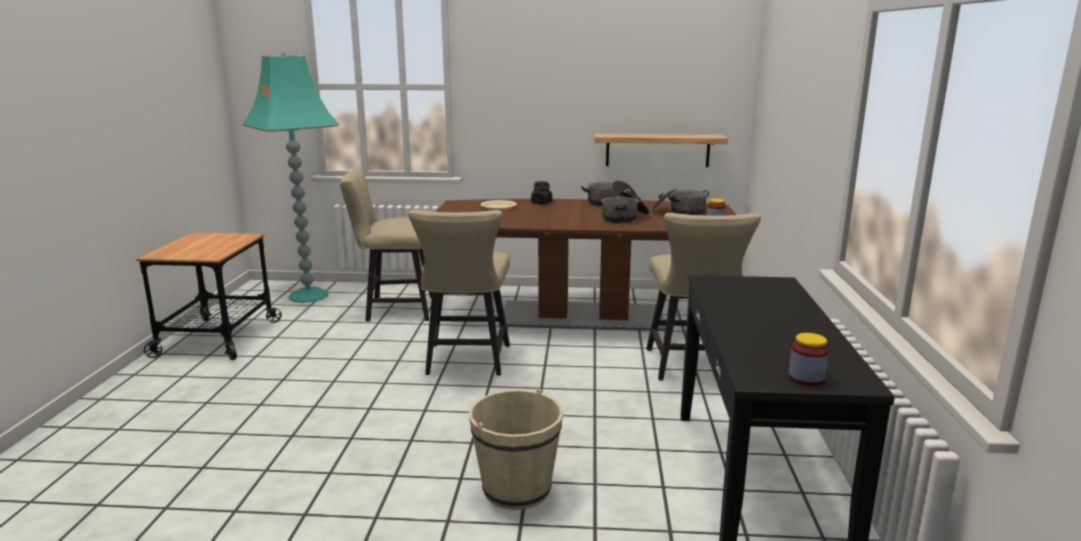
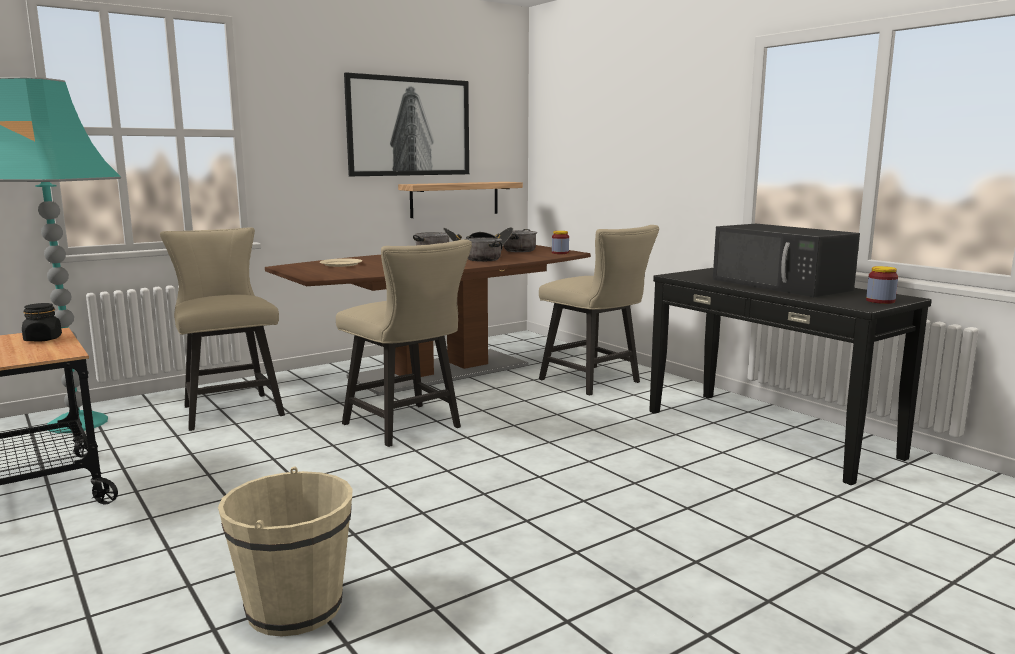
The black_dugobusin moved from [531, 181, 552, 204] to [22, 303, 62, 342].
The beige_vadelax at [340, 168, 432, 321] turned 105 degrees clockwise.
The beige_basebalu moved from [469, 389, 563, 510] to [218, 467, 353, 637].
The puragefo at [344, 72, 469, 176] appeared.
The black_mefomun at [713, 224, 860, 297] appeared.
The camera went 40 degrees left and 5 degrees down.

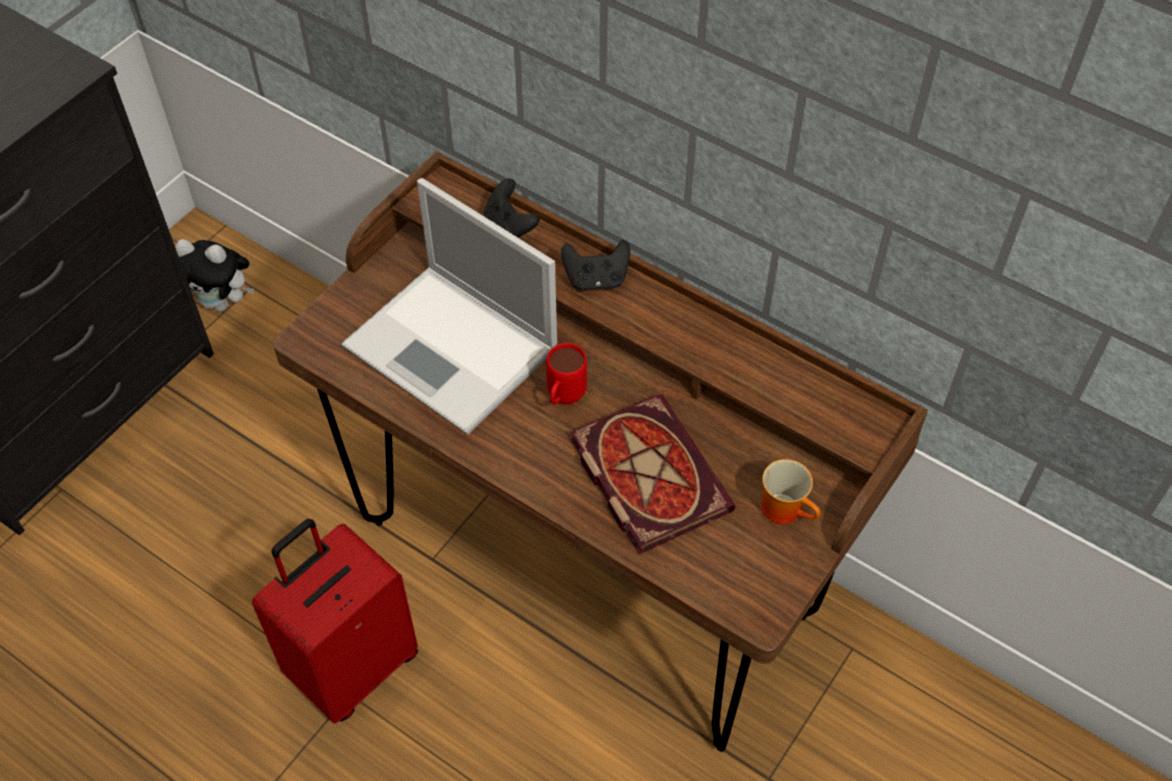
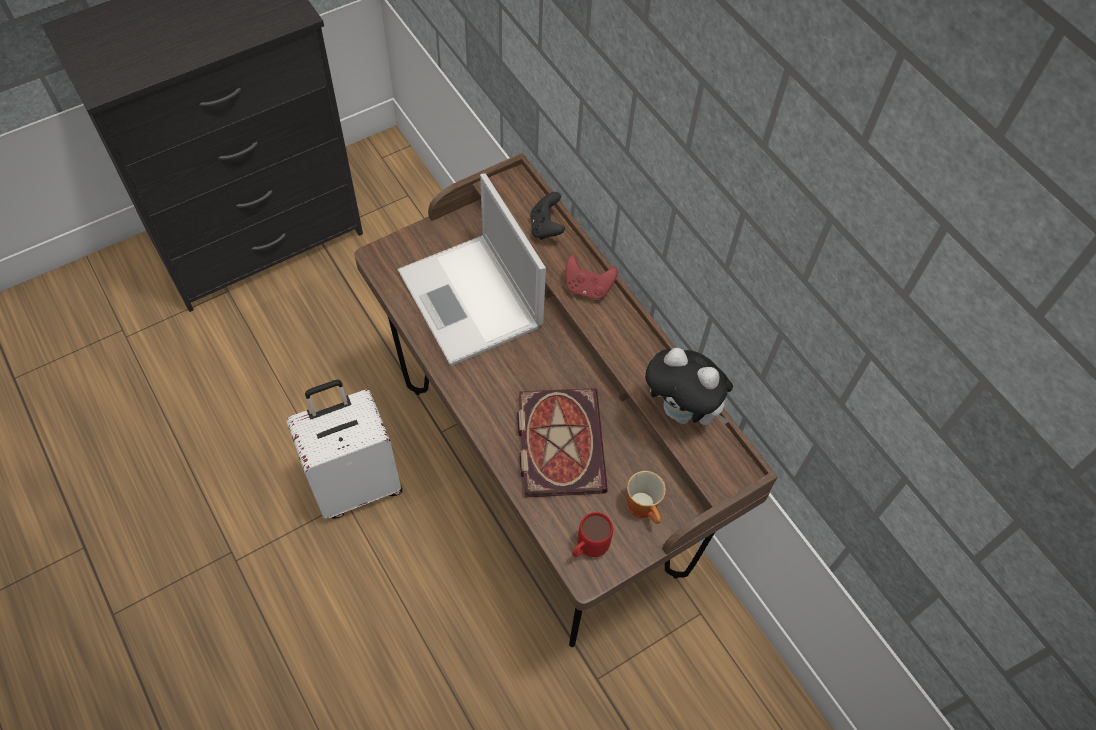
The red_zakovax at [252, 519, 418, 723] became the white_zakovax at [286, 380, 403, 519].
The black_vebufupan at [561, 240, 630, 291] became the red_vebufupan at [565, 255, 618, 300].
The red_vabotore moved from [546, 343, 587, 405] to [572, 512, 613, 557].
The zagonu moved from [175, 239, 254, 312] to [645, 348, 733, 425].
The camera went 20 degrees right and 5 degrees up.

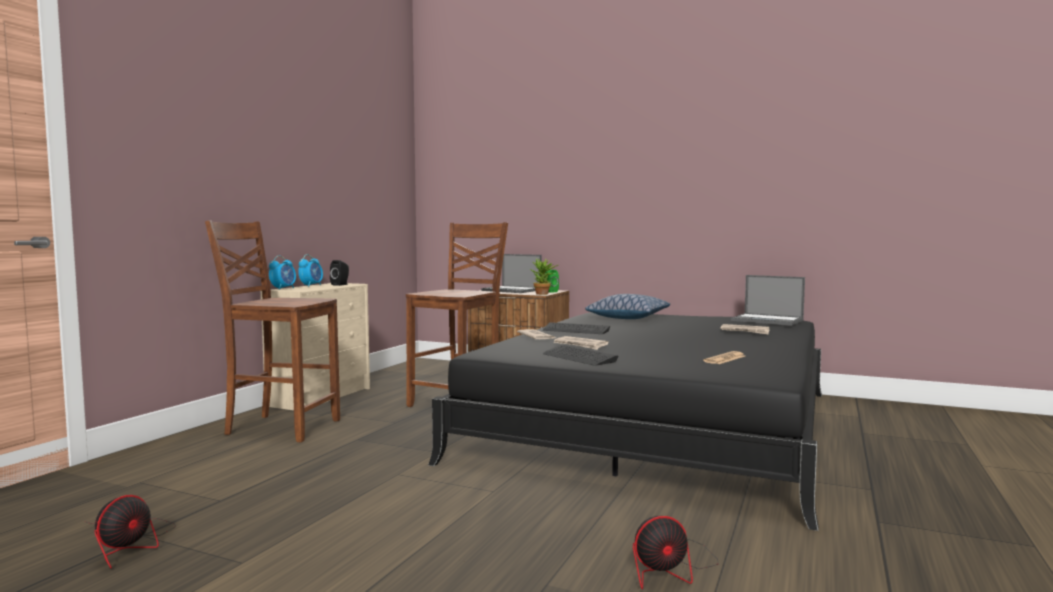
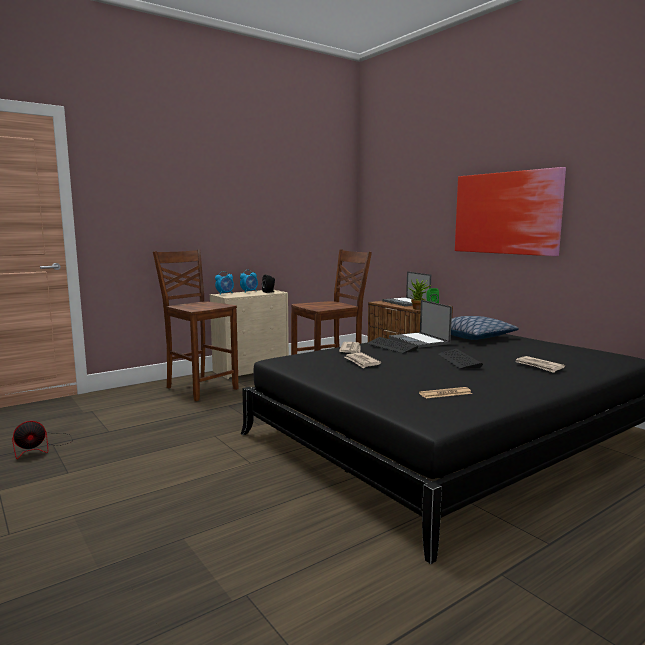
The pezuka moved from [731, 275, 805, 326] to [389, 300, 452, 348].
The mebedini moved from [543, 344, 619, 366] to [438, 349, 483, 369].
The puragefo at [455, 167, 566, 256] appeared.
The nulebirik at [633, 516, 718, 589] disappeared.
The camera went 30 degrees right and 5 degrees up.

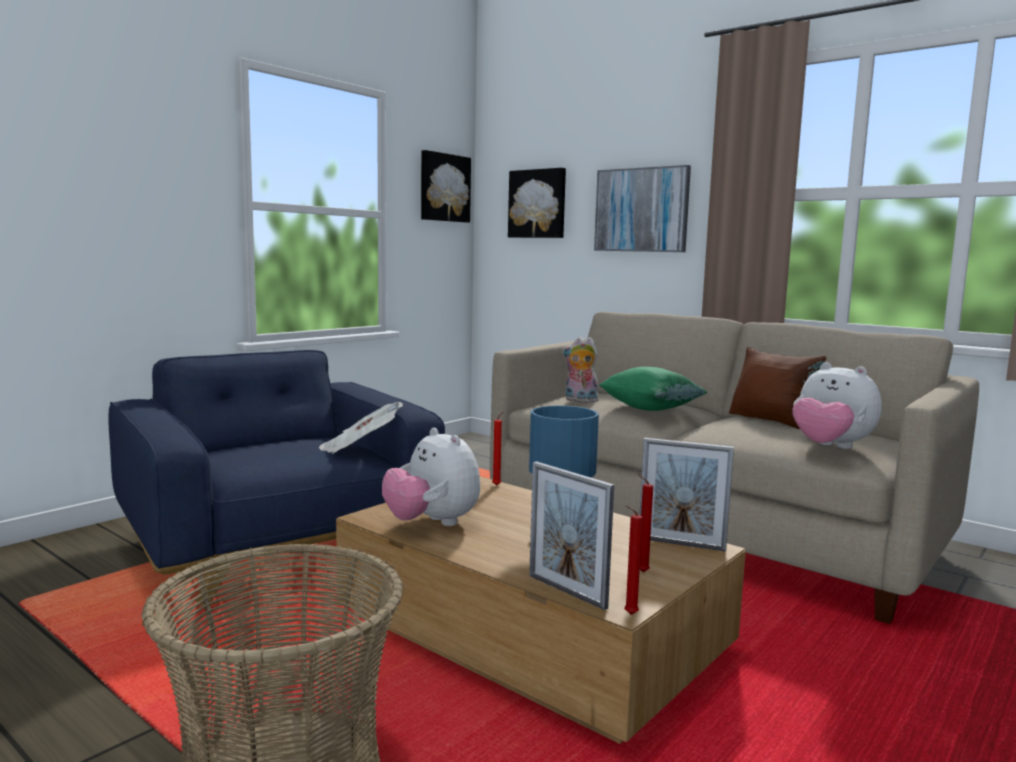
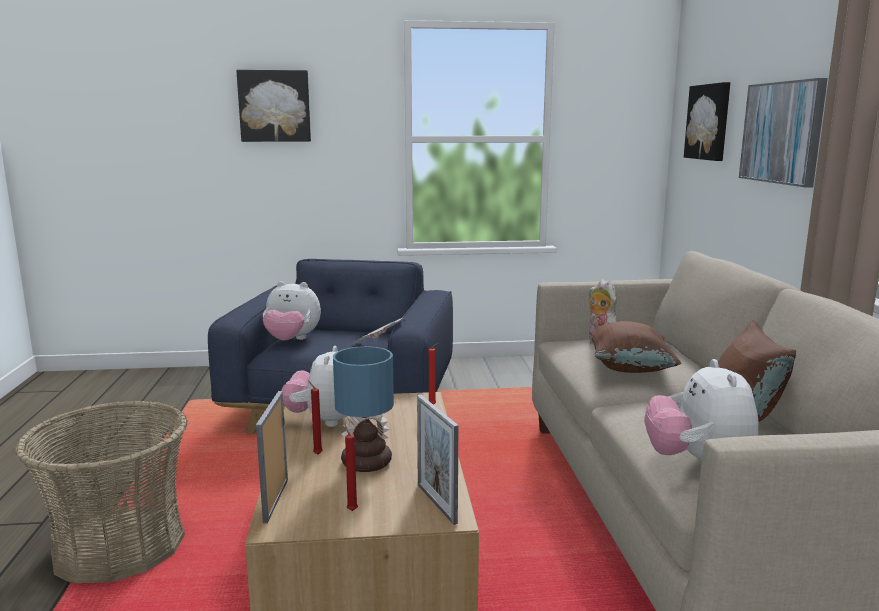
The puragefo moved from [421, 150, 471, 223] to [236, 70, 311, 142].
The zagonu at [263, 281, 321, 341] appeared.
The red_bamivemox moved from [624, 506, 643, 615] to [308, 380, 323, 454].
The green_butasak at [599, 367, 708, 411] became the brown_butasak at [590, 321, 682, 373].
The camera went 45 degrees right and 5 degrees up.

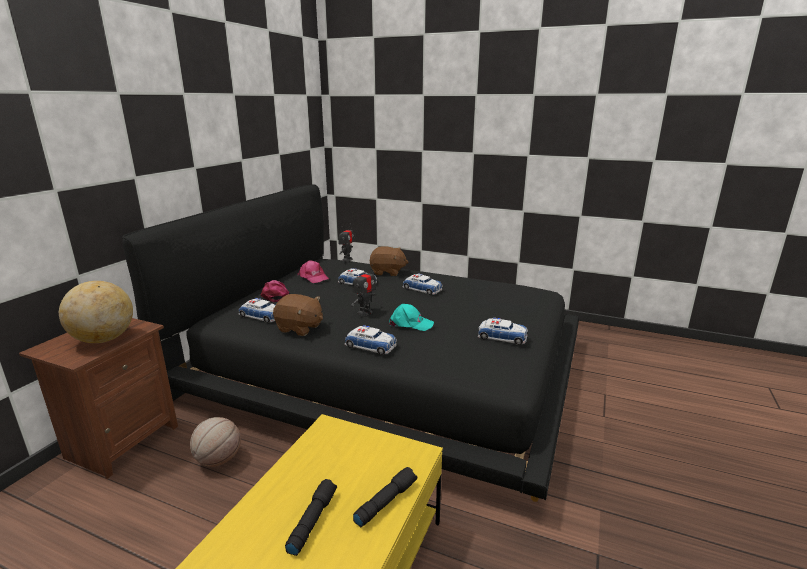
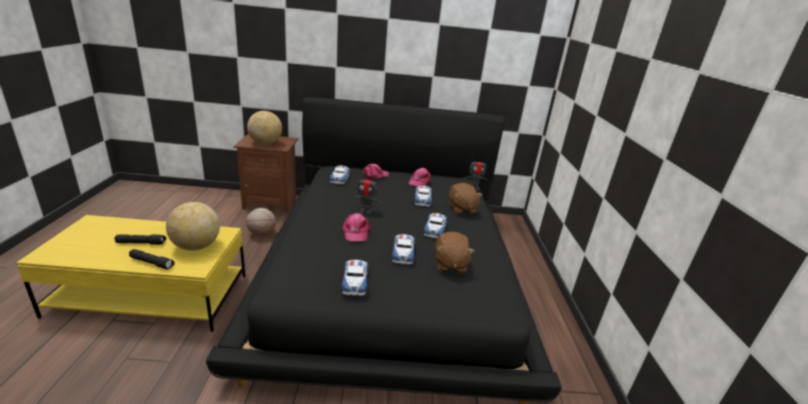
The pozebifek at [166, 202, 220, 250] appeared.
The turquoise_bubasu at [389, 304, 434, 331] became the pink_bubasu at [343, 213, 370, 241].
The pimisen moved from [344, 325, 397, 355] to [392, 234, 415, 265].
The brown_zagonu moved from [273, 294, 323, 336] to [435, 232, 475, 274].
The camera went 65 degrees right and 5 degrees up.

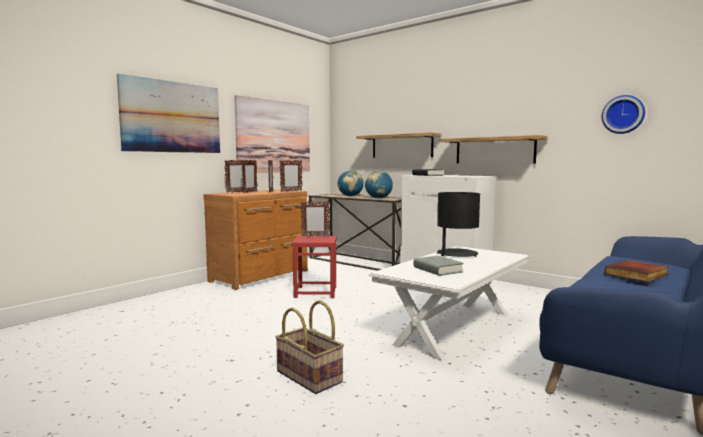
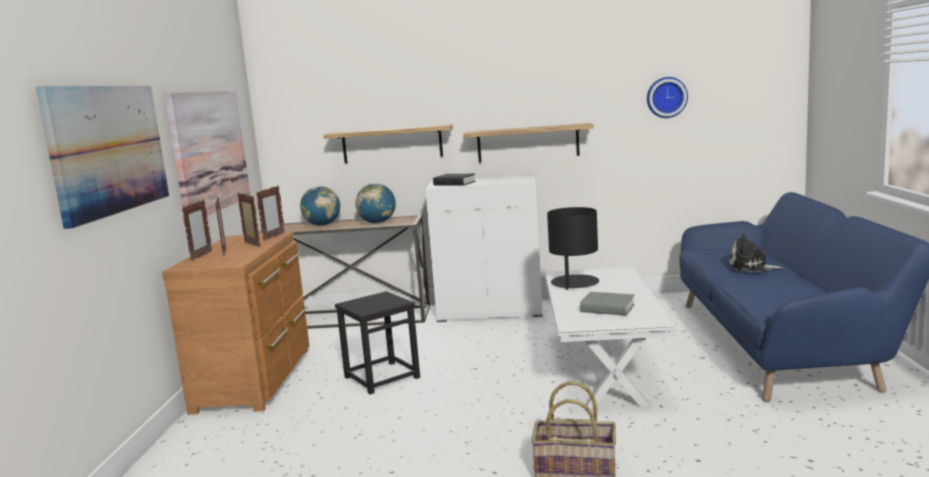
The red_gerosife at [292, 236, 337, 298] became the black_gerosife at [335, 291, 420, 394].
The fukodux at [605, 260, 668, 282] was replaced by the zagonu at [729, 233, 783, 272].
The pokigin at [300, 201, 330, 236] disappeared.
The camera went 35 degrees left and 5 degrees up.

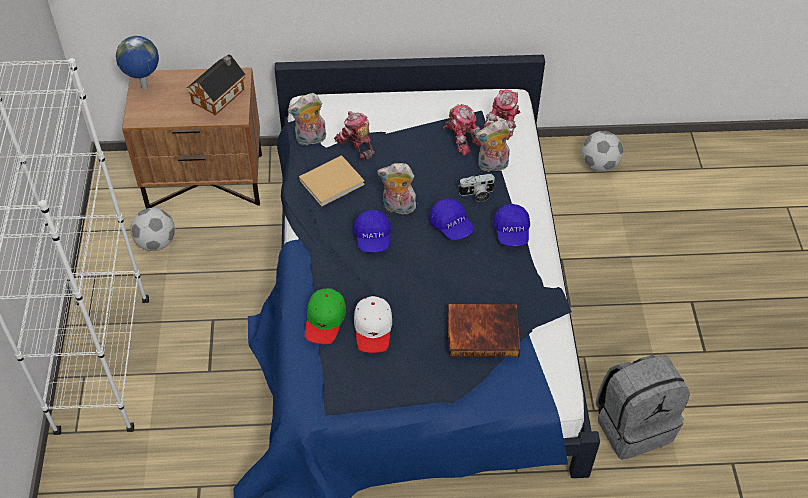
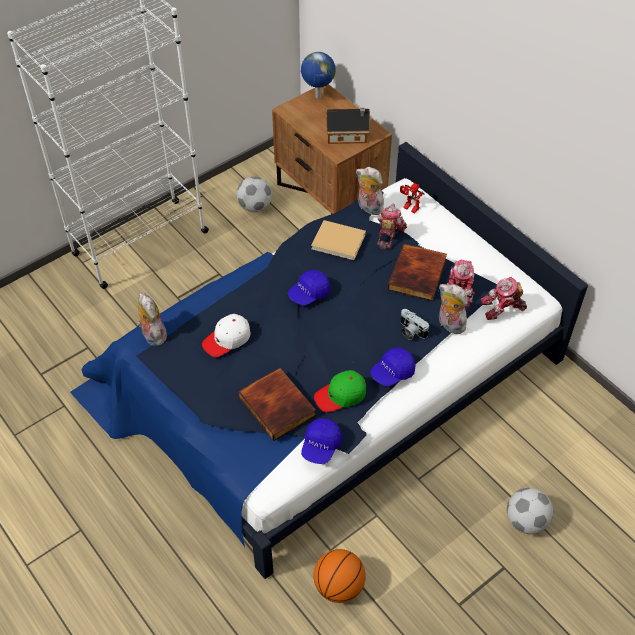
The zagonu moved from [377, 163, 416, 214] to [136, 292, 167, 346].
The blue_bubasu moved from [429, 198, 474, 240] to [301, 419, 342, 464].
The green_bubasu moved from [305, 288, 346, 344] to [314, 370, 366, 412].
The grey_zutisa at [596, 355, 690, 460] was replaced by the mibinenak at [314, 549, 366, 603].
The fukodux at [388, 244, 447, 301] appeared.
The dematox at [400, 183, 425, 213] appeared.
The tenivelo moved from [582, 131, 623, 172] to [507, 488, 553, 534].
The camera went 55 degrees right and 0 degrees up.

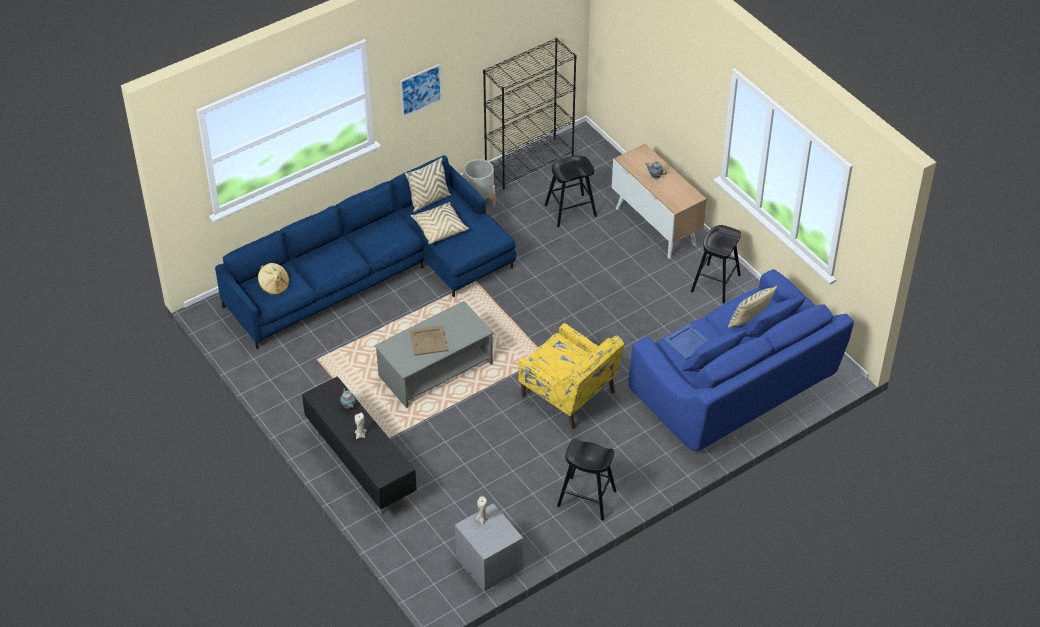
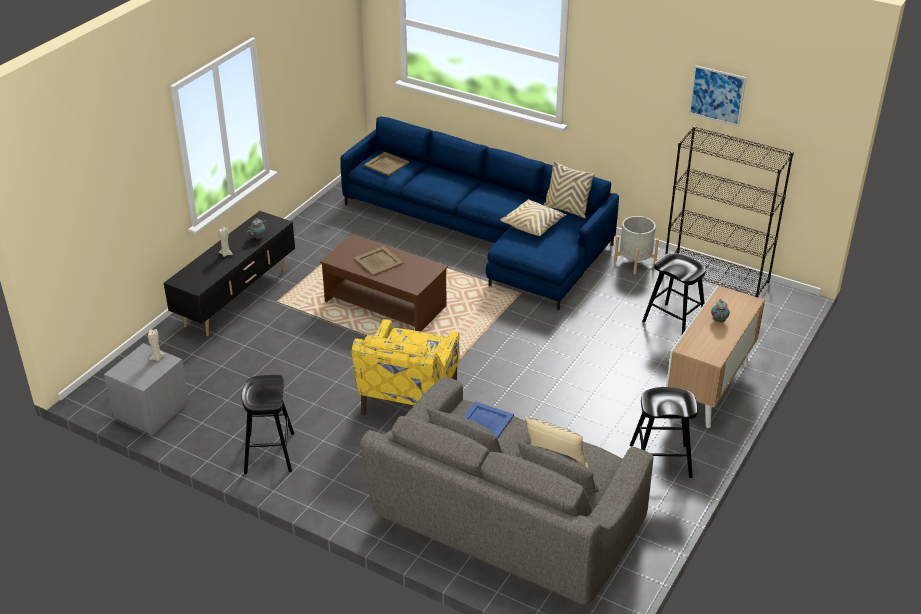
The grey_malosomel at [374, 301, 494, 408] became the brown_malosomel at [320, 234, 448, 332].
The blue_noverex at [628, 269, 854, 451] became the grey_noverex at [360, 377, 653, 605].
The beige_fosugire at [258, 263, 289, 295] was replaced by the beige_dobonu at [364, 152, 409, 176].
The puragefo moved from [400, 64, 442, 117] to [689, 65, 746, 126].
The camera went 65 degrees right and 10 degrees down.

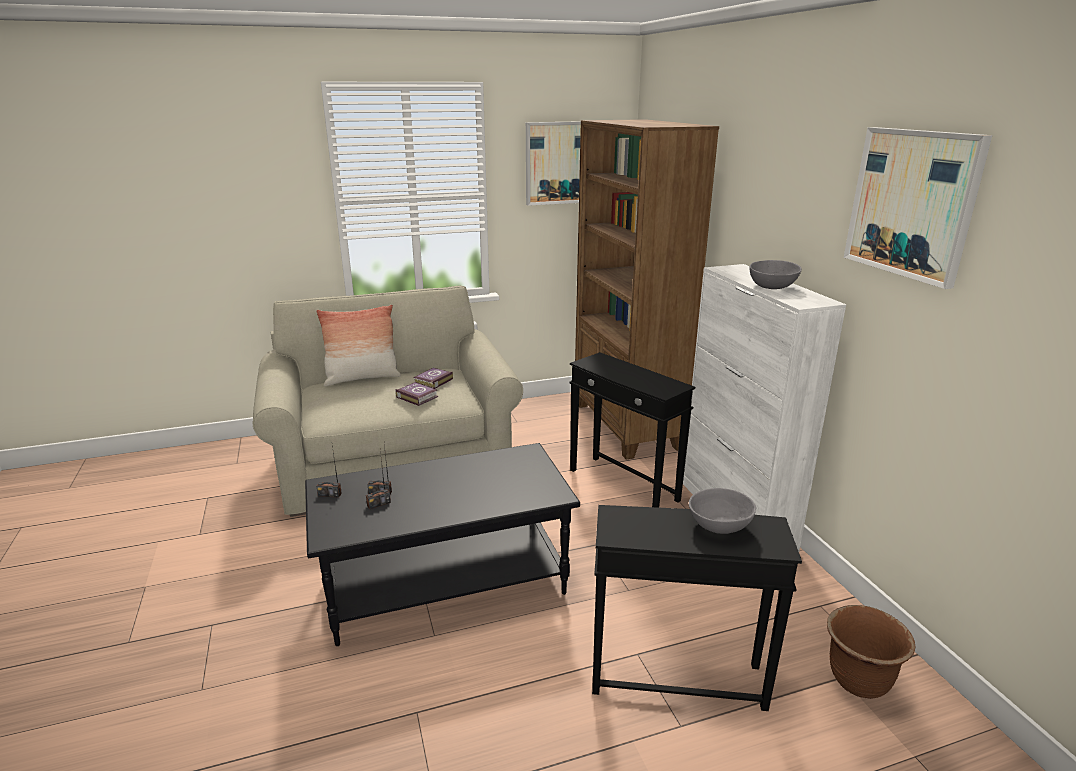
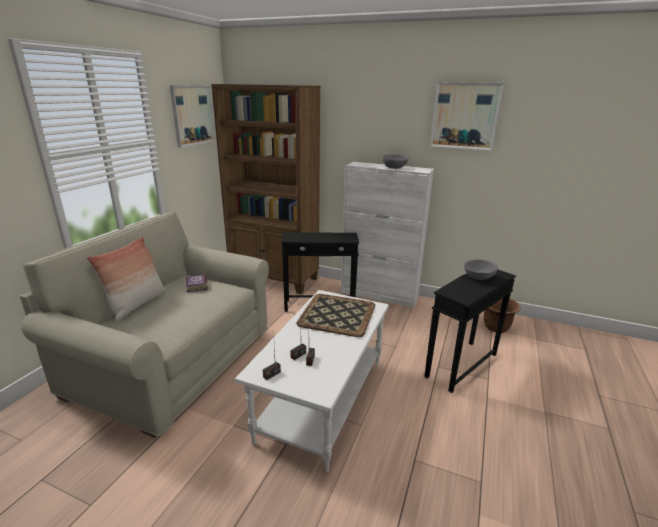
The black_malosomel at [305, 443, 580, 646] became the white_malosomel at [235, 290, 389, 472].
The dobonu at [296, 294, 375, 337] appeared.
The fukodux at [395, 382, 438, 406] disappeared.
The camera went 50 degrees left and 0 degrees up.

